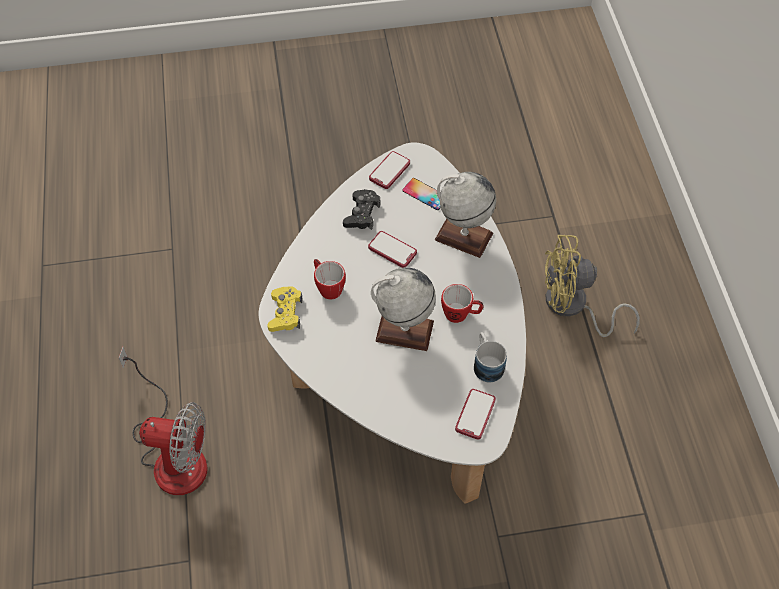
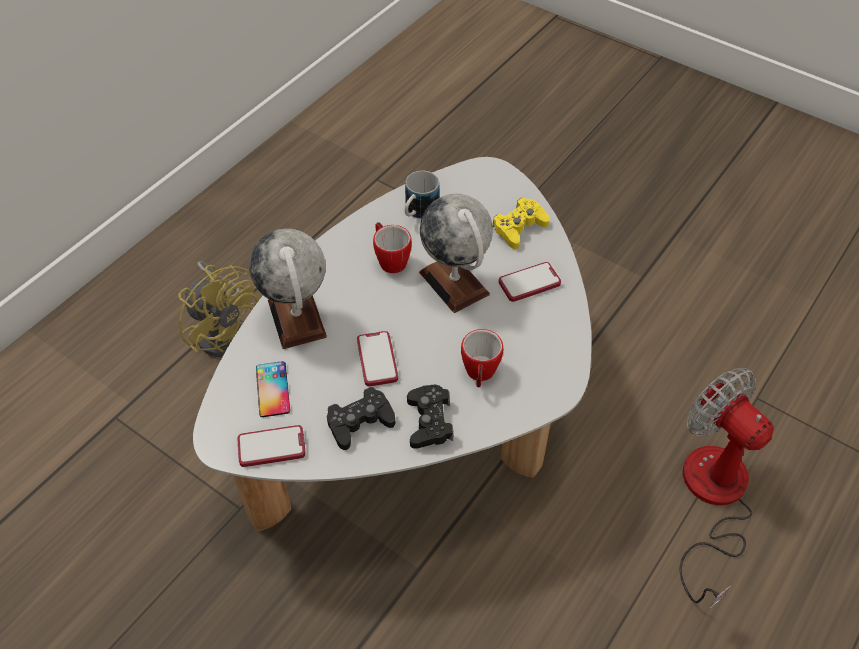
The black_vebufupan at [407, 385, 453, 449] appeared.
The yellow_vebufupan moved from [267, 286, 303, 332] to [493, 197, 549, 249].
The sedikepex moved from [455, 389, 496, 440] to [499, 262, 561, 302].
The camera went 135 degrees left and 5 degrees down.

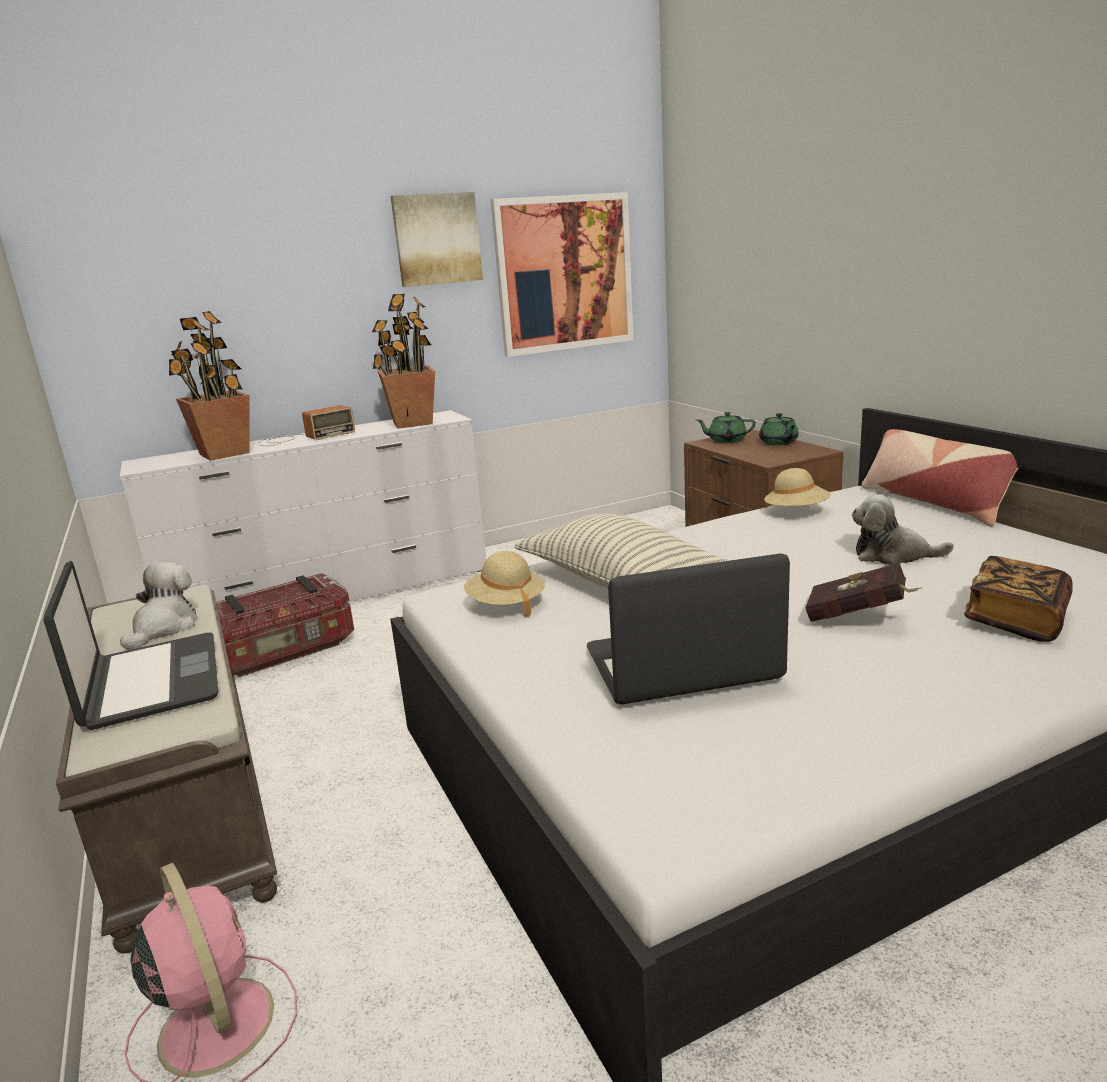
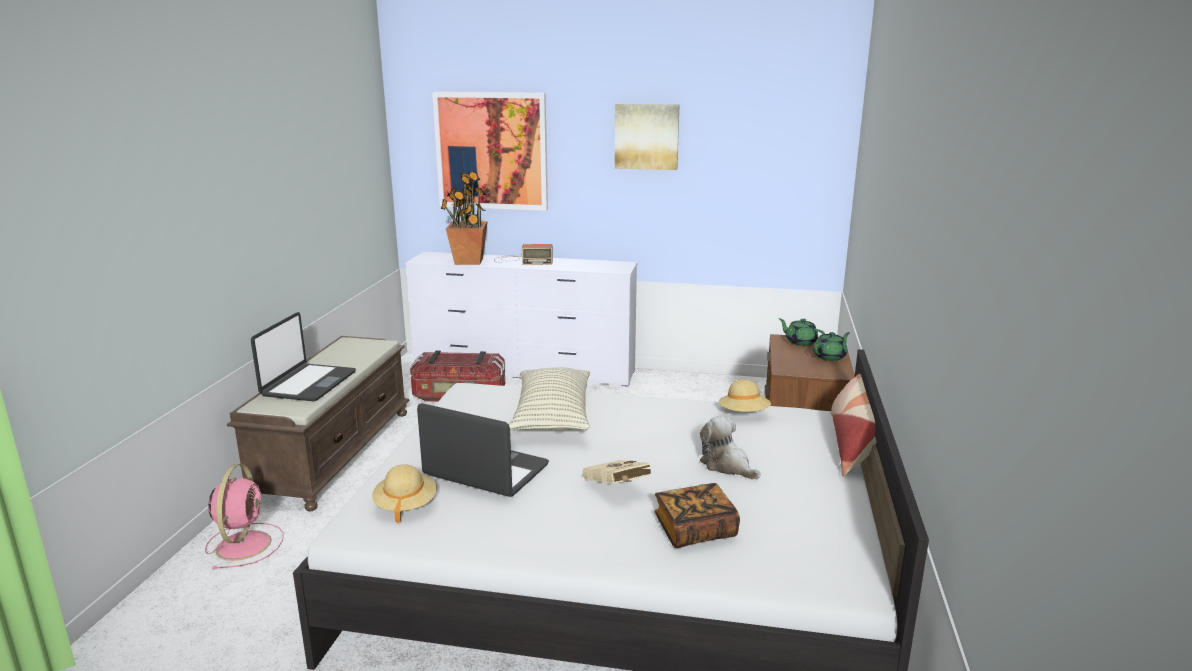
The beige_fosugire moved from [464, 551, 545, 617] to [372, 464, 437, 523].
The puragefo moved from [491, 192, 633, 357] to [432, 92, 548, 211].
The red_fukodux at [805, 563, 921, 622] became the beige_fukodux at [583, 460, 651, 483].
The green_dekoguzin at [759, 413, 799, 445] turned 150 degrees counterclockwise.
The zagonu at [120, 561, 198, 650] disappeared.
The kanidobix at [372, 294, 435, 429] disappeared.
The camera went 35 degrees right and 0 degrees up.

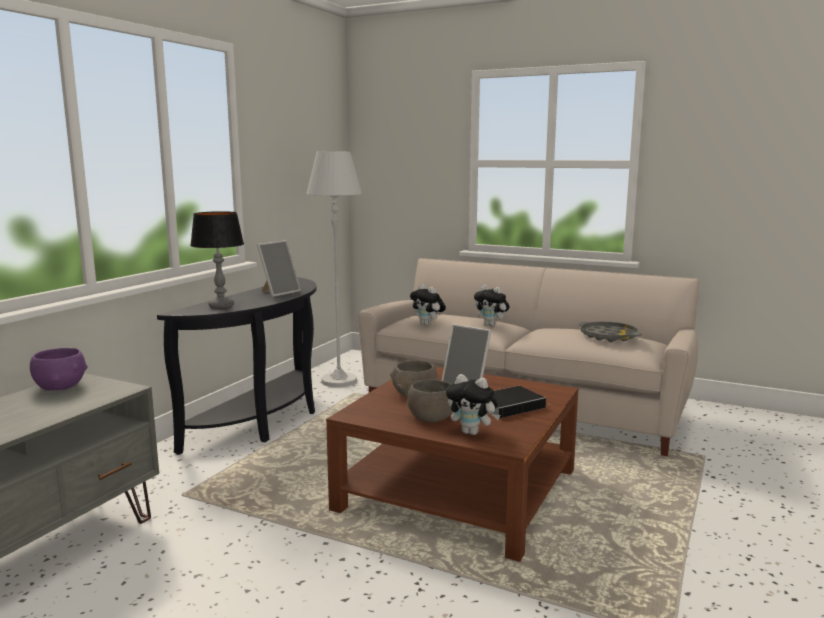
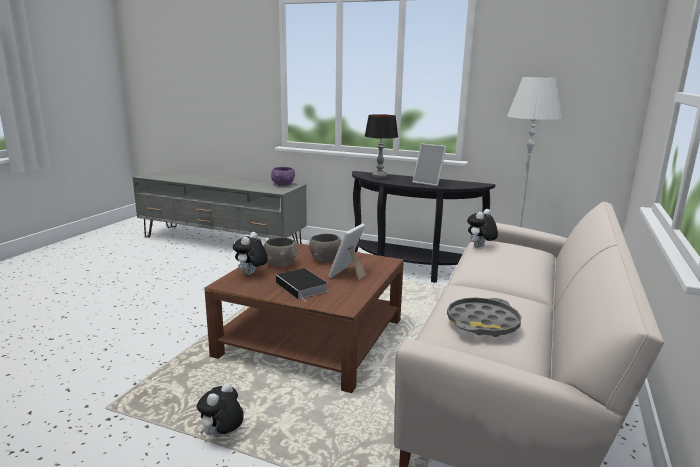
The zagonu moved from [474, 285, 510, 326] to [197, 383, 244, 437].
The camera went 85 degrees right and 5 degrees up.

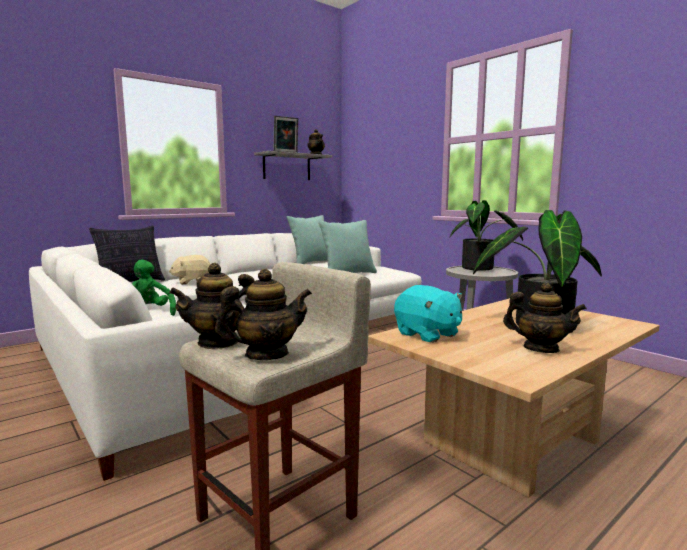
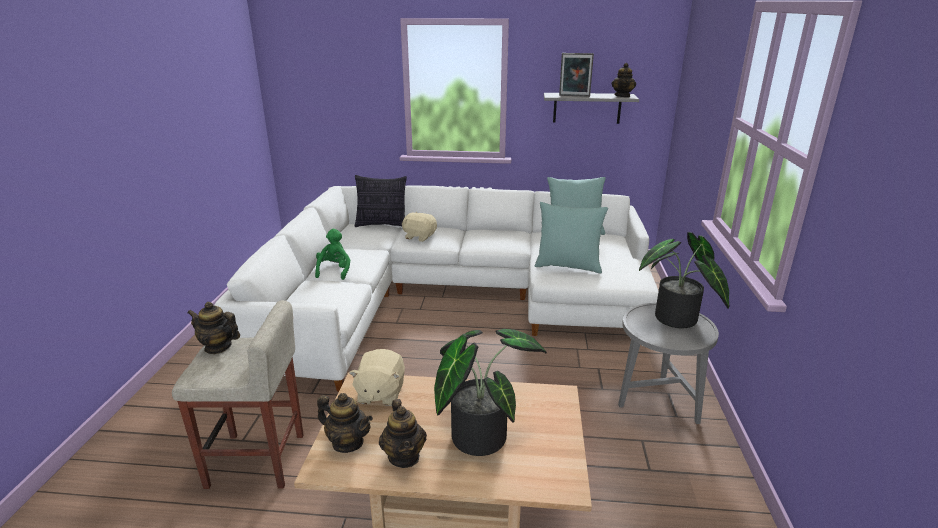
The dekoguzin moved from [215, 269, 312, 360] to [317, 393, 373, 453].
The turquoise_zagonu at [394, 285, 462, 343] became the beige_zagonu at [349, 349, 405, 406].
The camera went 45 degrees right and 15 degrees up.

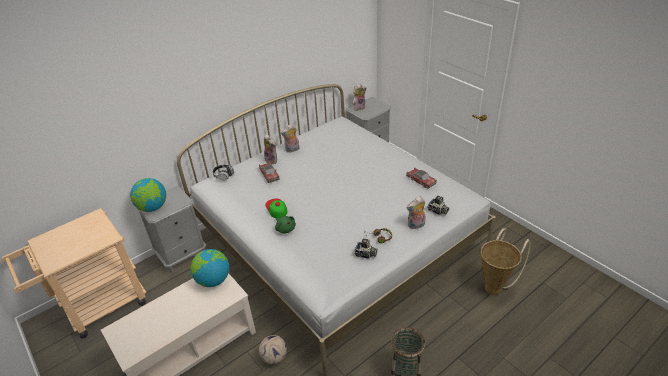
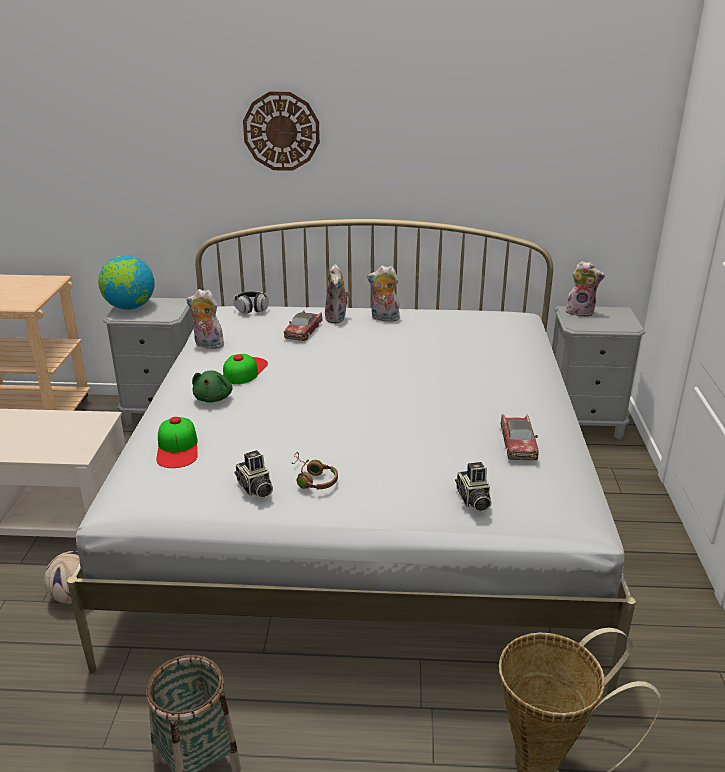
The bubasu at [156, 417, 198, 468] appeared.
The zagonu moved from [406, 196, 426, 229] to [186, 289, 224, 349].
The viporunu at [243, 92, 320, 171] appeared.
The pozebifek at [191, 249, 229, 287] disappeared.
The camera went 40 degrees right and 10 degrees down.

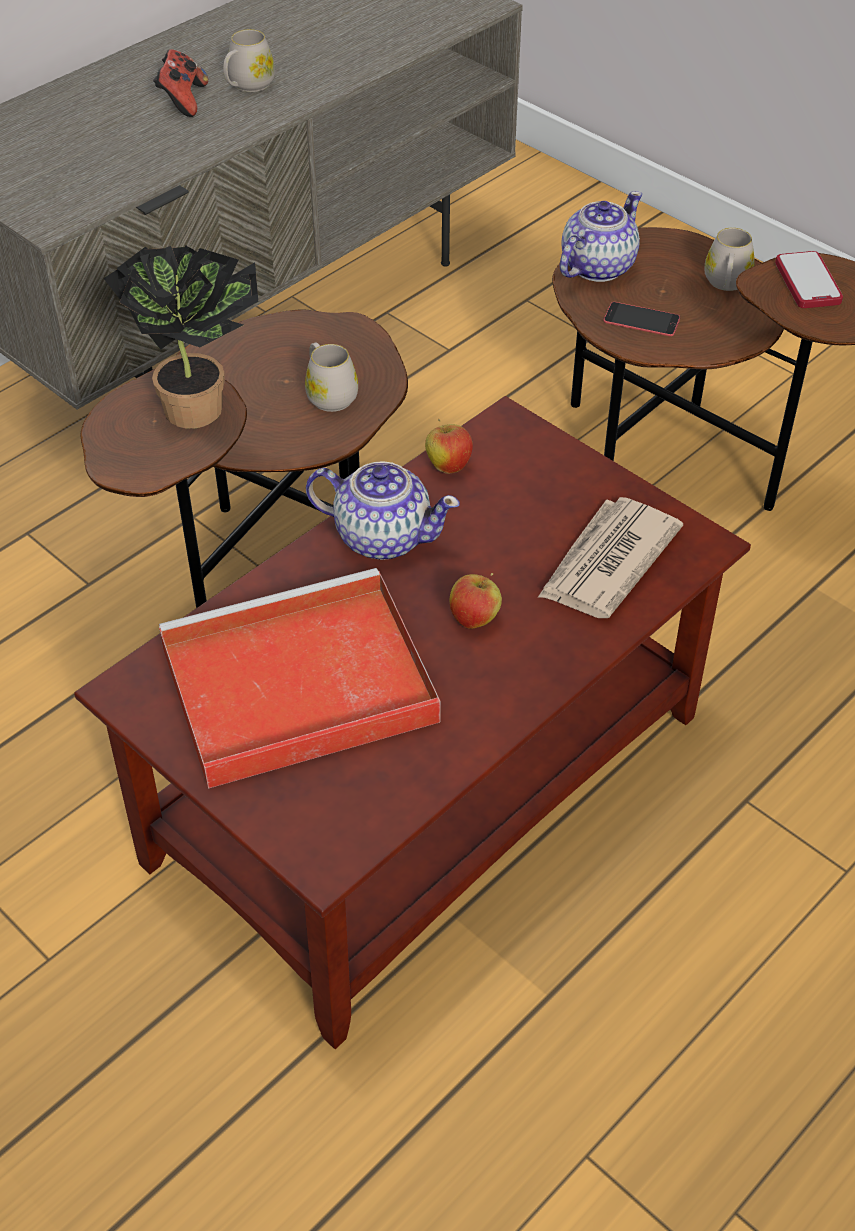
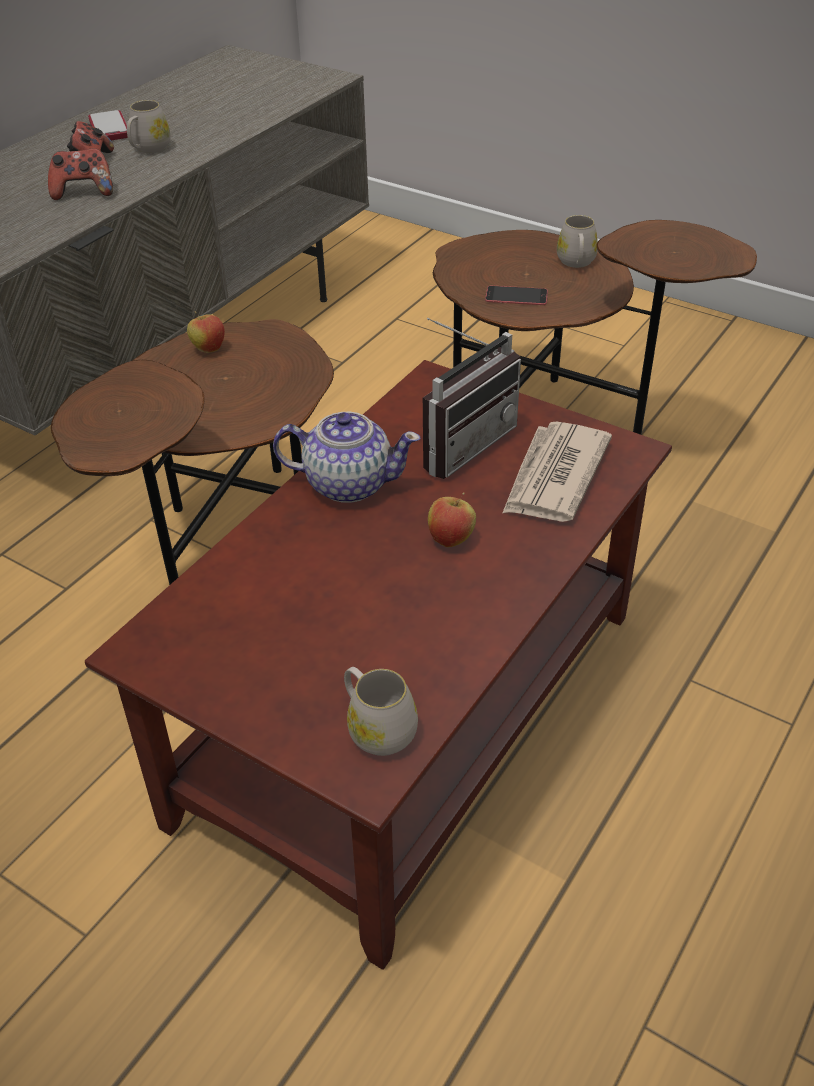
The vebufupan at [48, 149, 113, 200] appeared.
The sedikepex moved from [775, 251, 843, 308] to [88, 110, 128, 140].
The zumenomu moved from [425, 419, 473, 474] to [187, 312, 225, 353].
The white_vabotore moved from [305, 343, 358, 412] to [344, 667, 418, 756].
The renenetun at [423, 318, 521, 479] appeared.
The kanidobix at [103, 245, 258, 429] disappeared.
The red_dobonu at [159, 568, 441, 789] disappeared.
The dekoguzin at [560, 191, 642, 282] disappeared.
The camera went 10 degrees left and 5 degrees down.

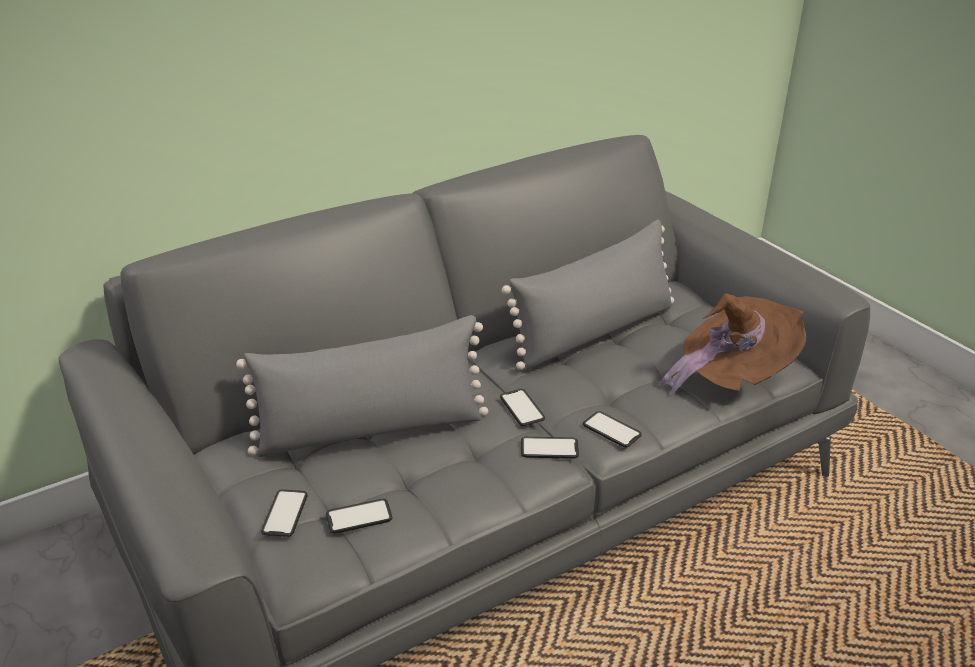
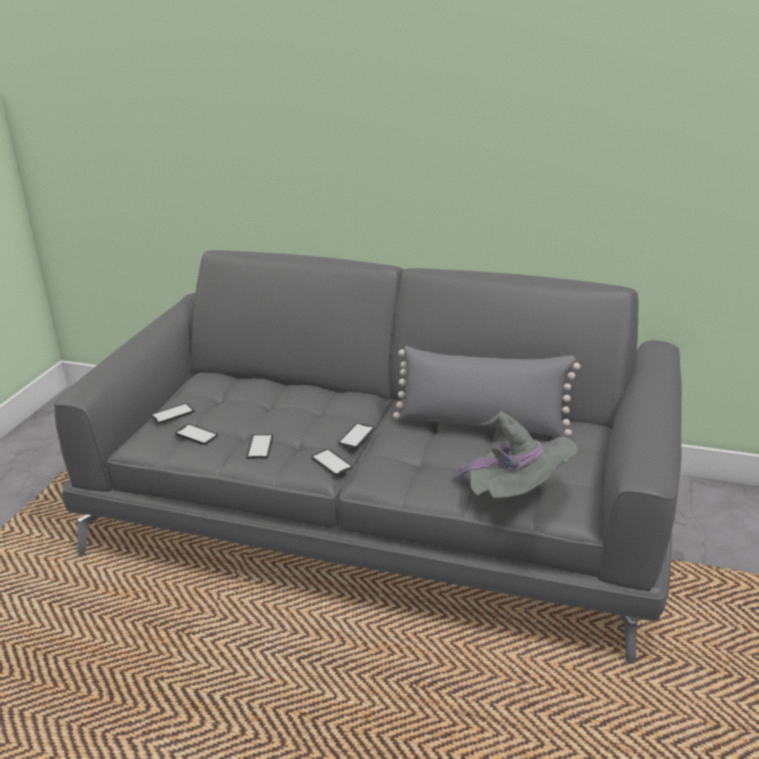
The sedikepex moved from [583, 411, 642, 448] to [246, 434, 273, 459].
The brown_fosugire at [659, 293, 806, 397] became the grey_fosugire at [451, 411, 578, 499].
The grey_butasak at [236, 315, 488, 457] disappeared.
The camera went 50 degrees right and 5 degrees down.

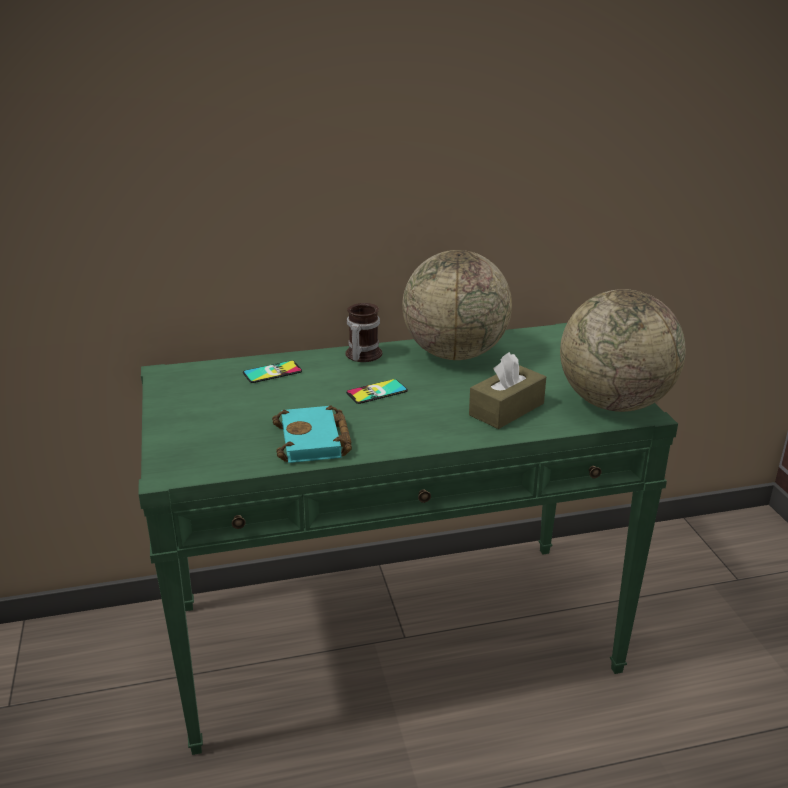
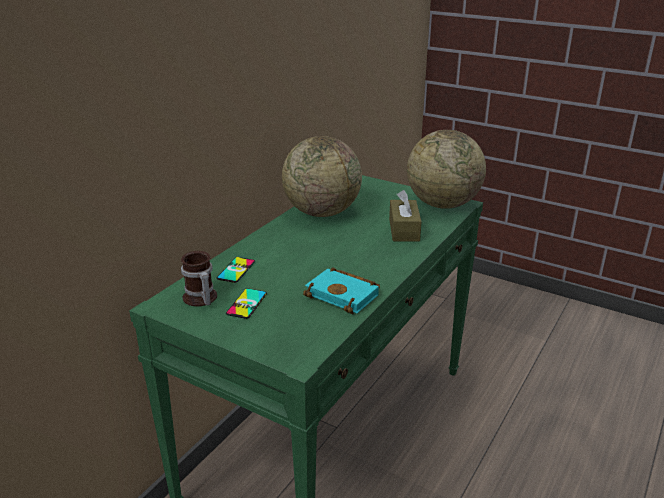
The vabotore moved from [346, 303, 382, 362] to [181, 251, 217, 306].
The sedikepex moved from [346, 379, 408, 404] to [226, 288, 267, 319].
The camera went 45 degrees left and 0 degrees up.

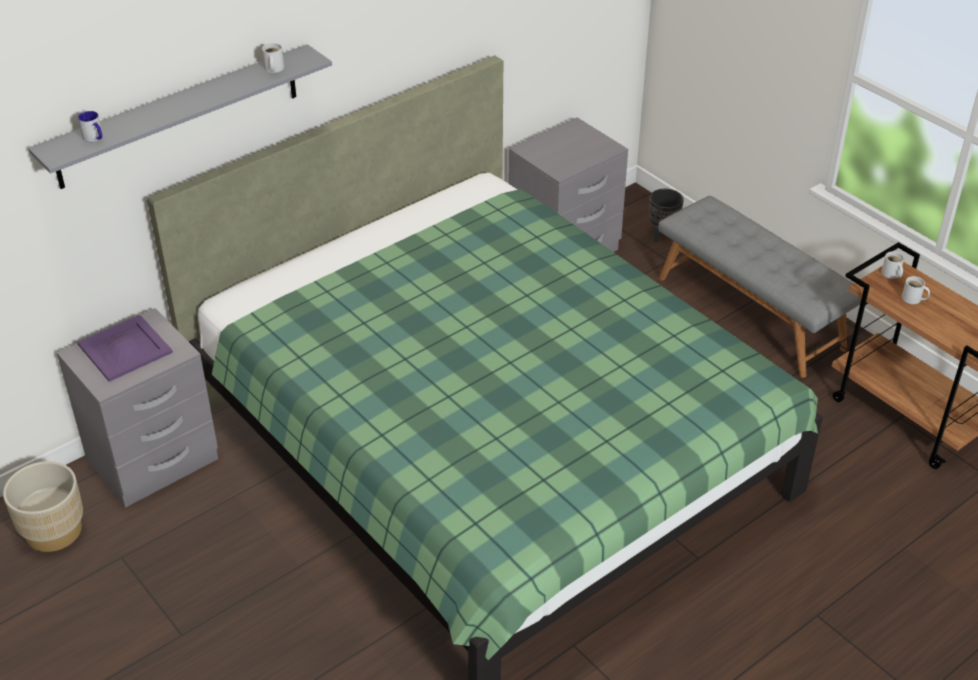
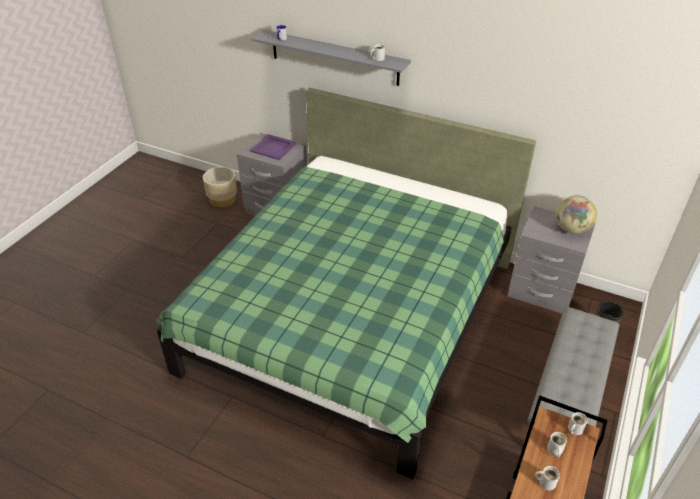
The white_vabotore at [535, 466, 560, 490] appeared.
The pozebifek at [556, 195, 597, 234] appeared.
The camera went 65 degrees right and 0 degrees up.

